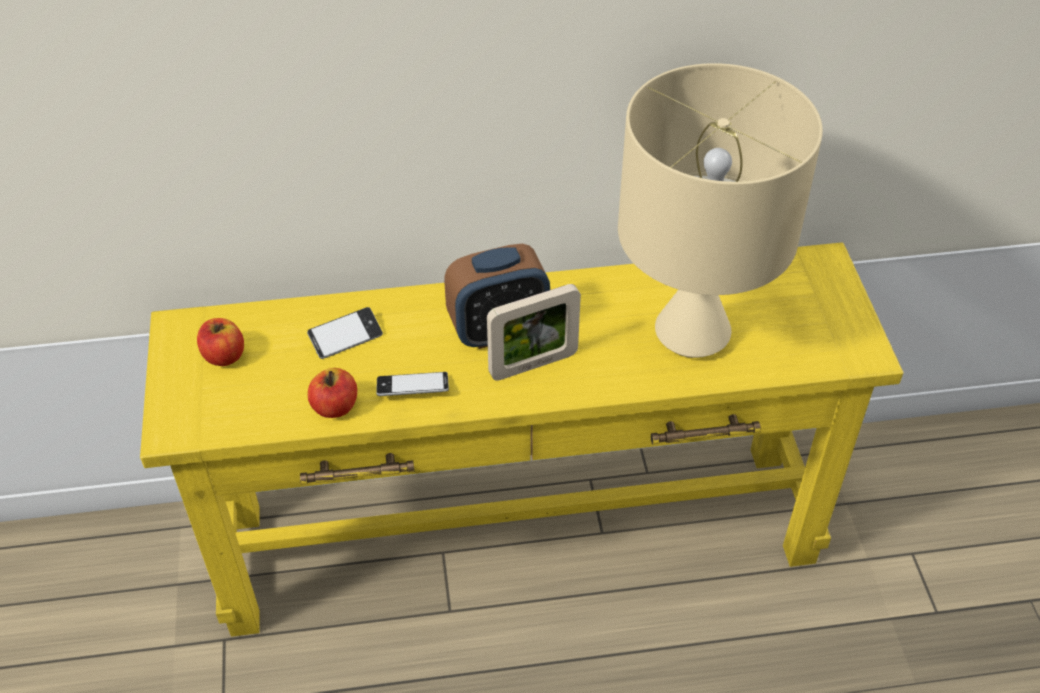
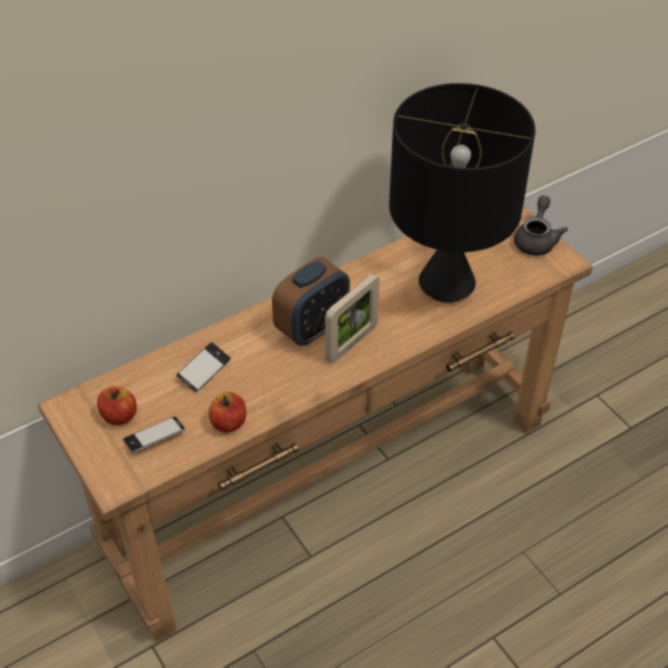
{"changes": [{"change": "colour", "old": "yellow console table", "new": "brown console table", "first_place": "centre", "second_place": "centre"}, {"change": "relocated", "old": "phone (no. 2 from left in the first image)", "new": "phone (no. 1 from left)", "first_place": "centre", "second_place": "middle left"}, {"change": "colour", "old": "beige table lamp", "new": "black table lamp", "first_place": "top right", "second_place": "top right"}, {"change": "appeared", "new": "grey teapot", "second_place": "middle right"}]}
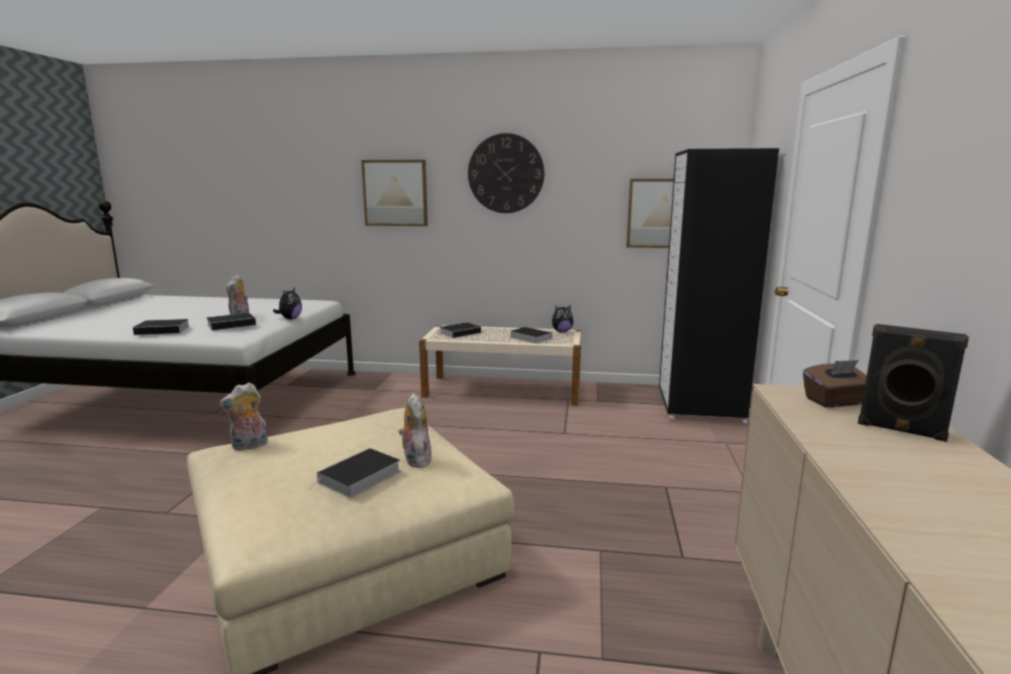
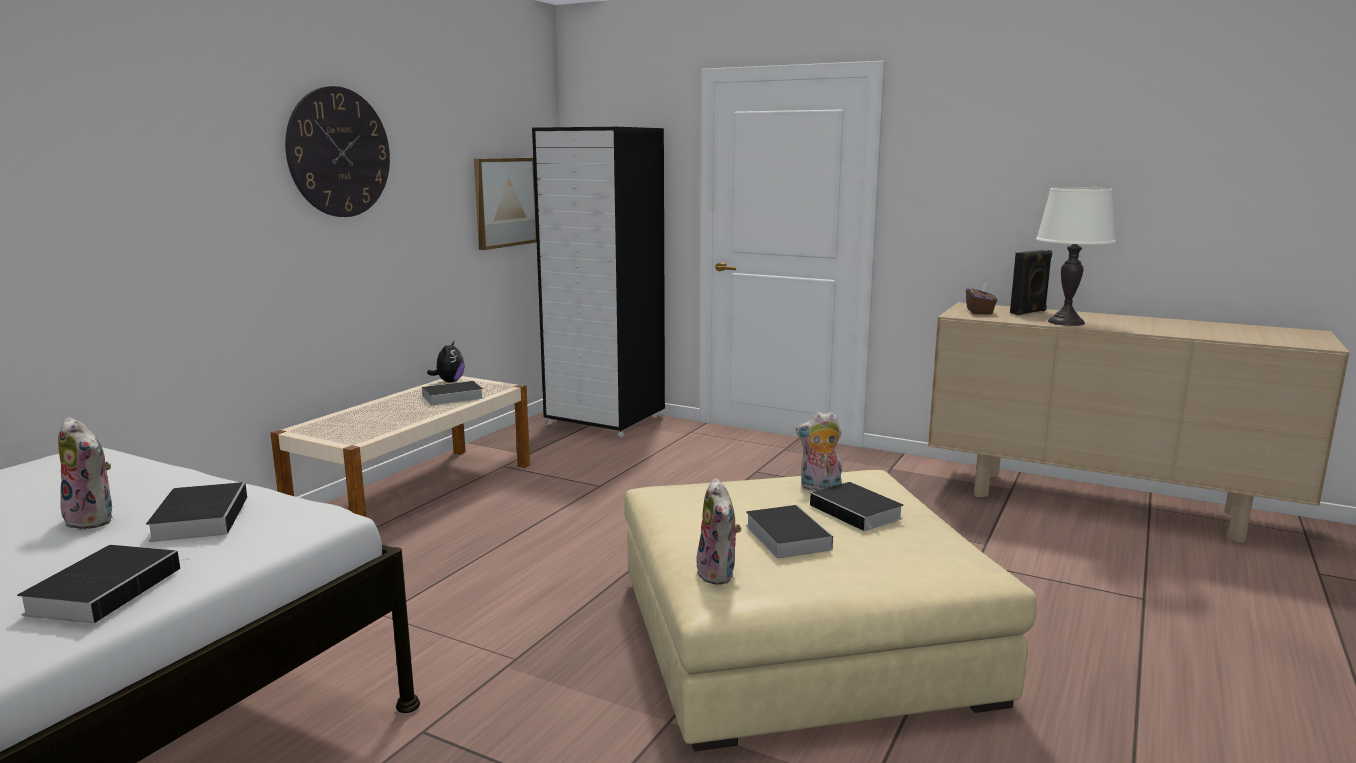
{"changes": [{"change": "missing", "old": "plush toy (no. 3 from left)", "first_place": "middle left"}, {"change": "missing", "old": "picture (no. 1 from left)", "first_place": "top centre"}, {"change": "relocated", "old": "book (no. 4 from left)", "first_place": "centre", "second_place": "bottom centre"}, {"change": "appeared", "new": "white table lamp", "second_place": "middle right"}]}
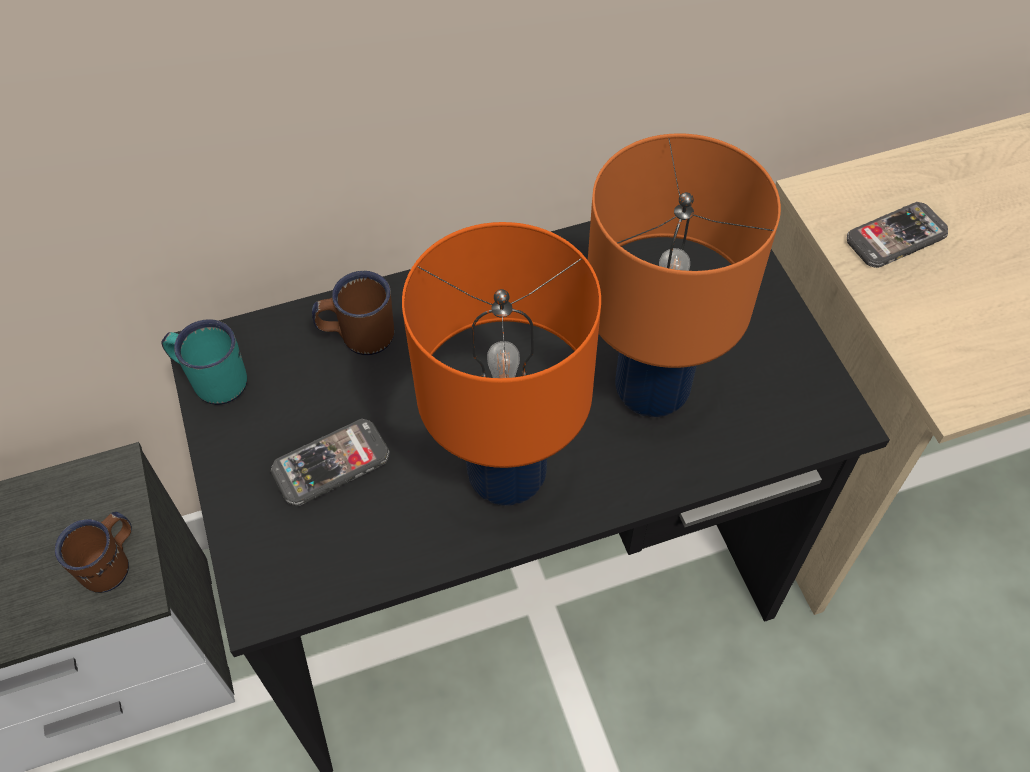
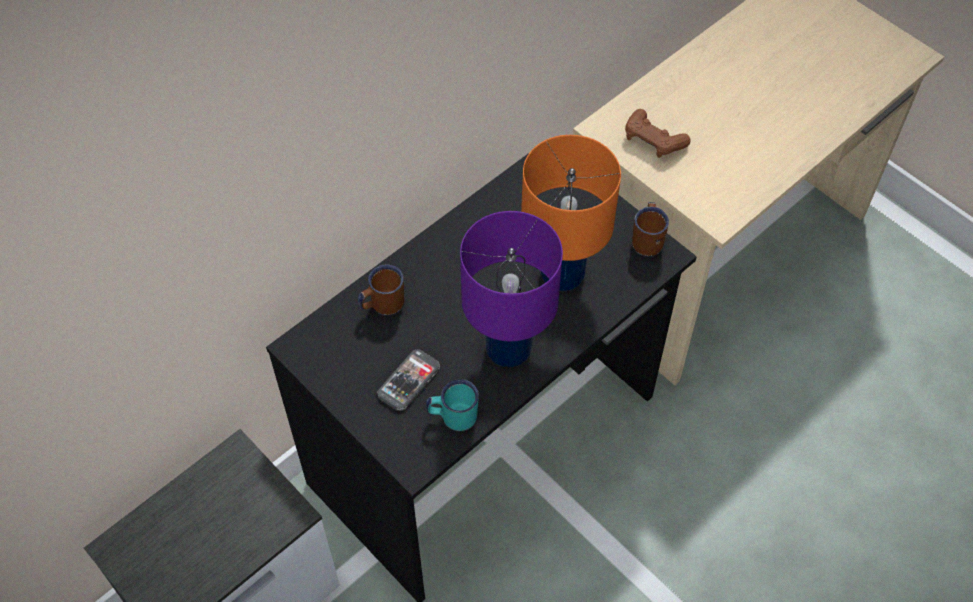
{"changes": [{"change": "relocated", "old": "brown mug (no. 1 from left in the first image)", "new": "brown mug (no. 2 from left)", "first_place": "bottom left", "second_place": "middle right"}, {"change": "relocated", "old": "turquoise mug", "first_place": "middle left", "second_place": "bottom centre"}, {"change": "colour", "old": "orange table lamp (no. 1 from left)", "new": "purple table lamp", "first_place": "centre", "second_place": "centre"}, {"change": "exchanged", "old": "phone (no. 2 from left)", "new": "brown game controller", "first_place": "top right", "second_place": "top right"}]}
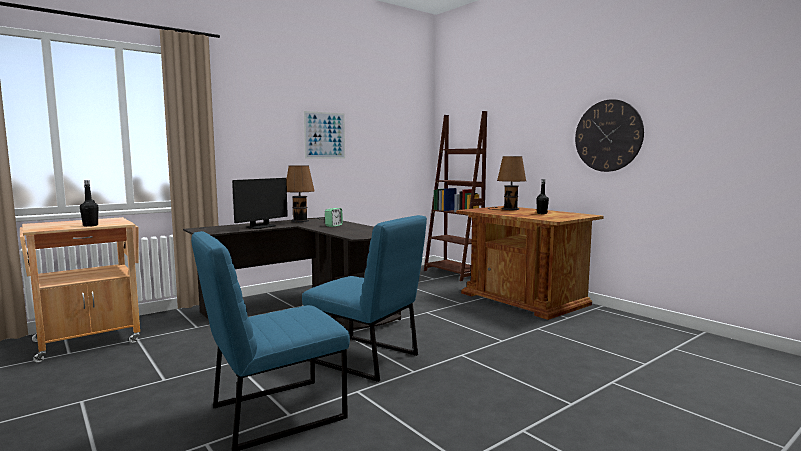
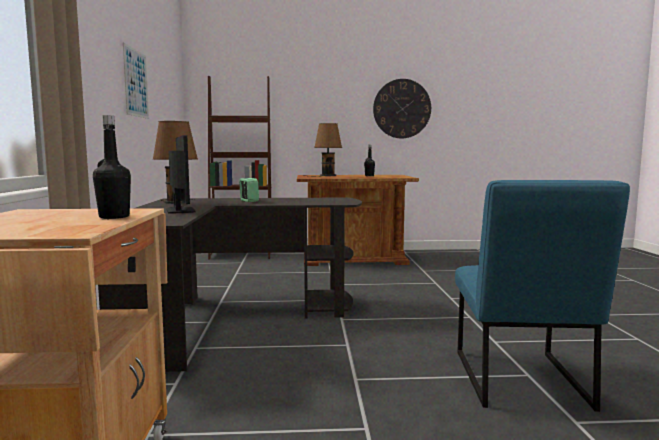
{"changes": [{"change": "missing", "old": "blue chair (no. 2 from left)", "first_place": "centre"}]}
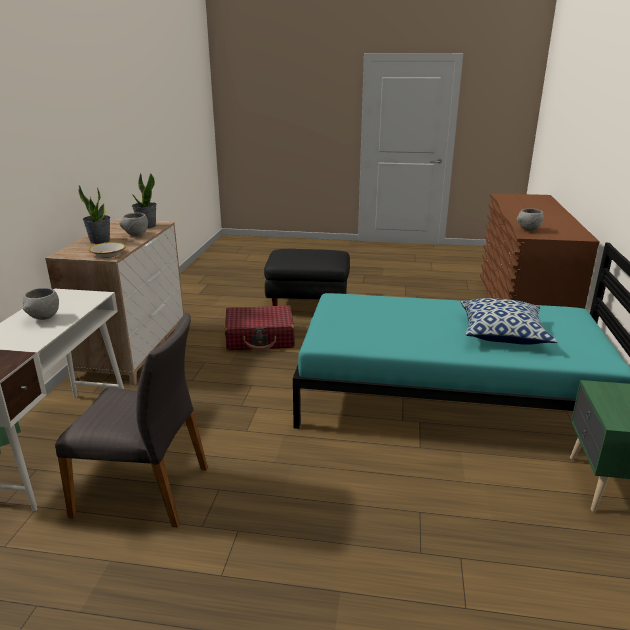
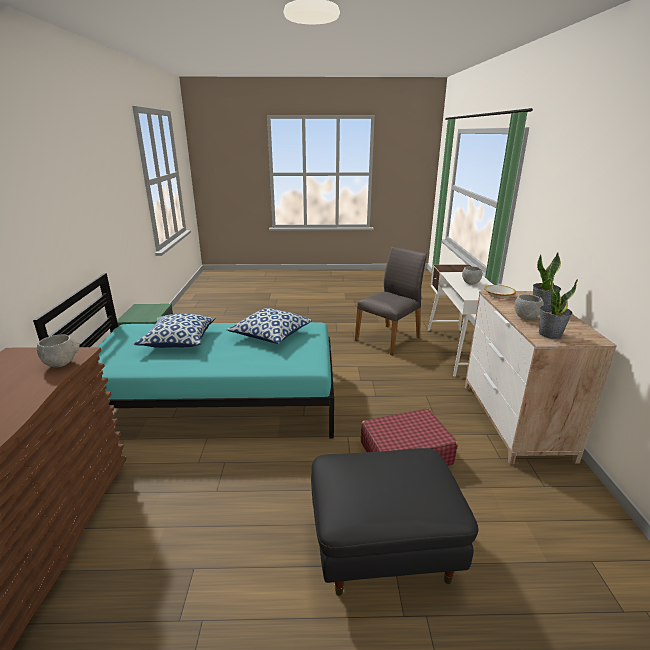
{"changes": [{"change": "spun", "old": "grey chair", "first_place": "bottom left", "second_place": "centre", "degrees": 135}, {"change": "appeared", "new": "pillow (no. 2 from left)", "second_place": "centre"}]}
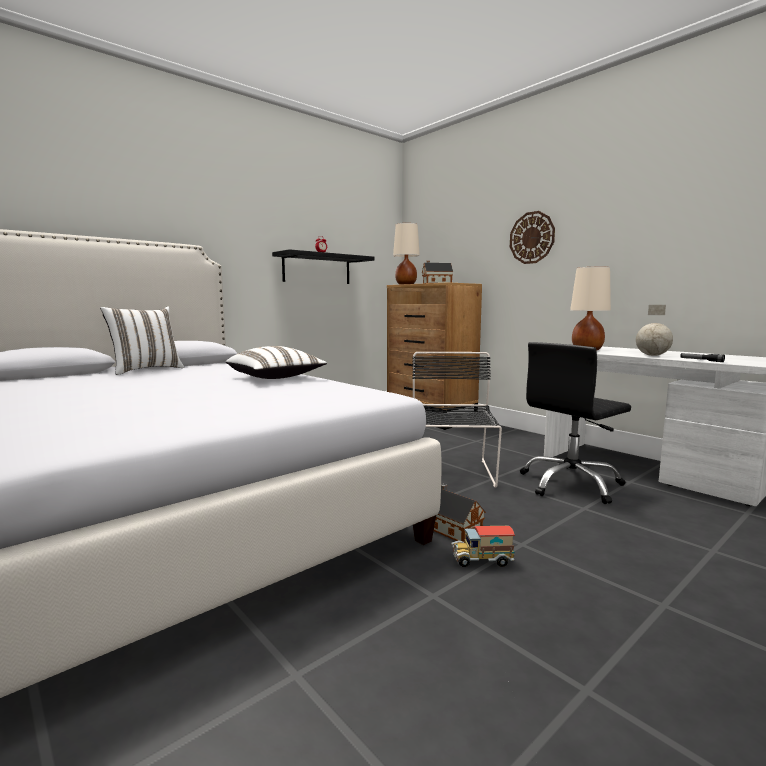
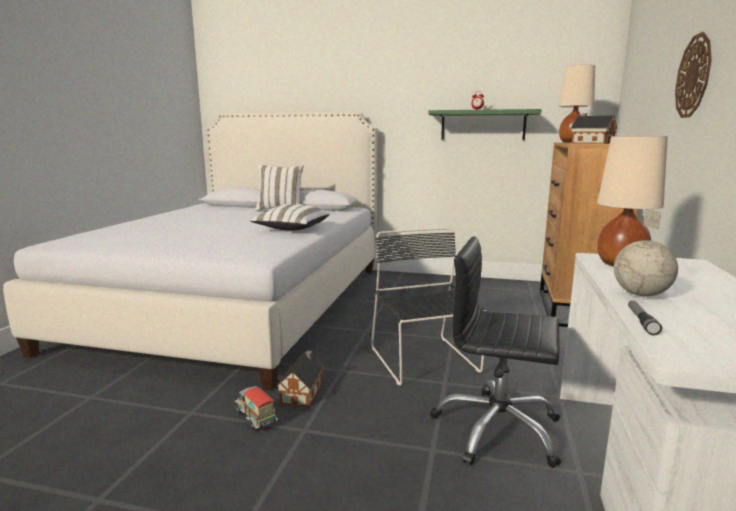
{"changes": [{"change": "colour", "old": "black shelf", "new": "green shelf", "first_place": "centre", "second_place": "top centre"}, {"change": "spun", "old": "black chair", "first_place": "centre", "second_place": "centre", "degrees": -75}]}
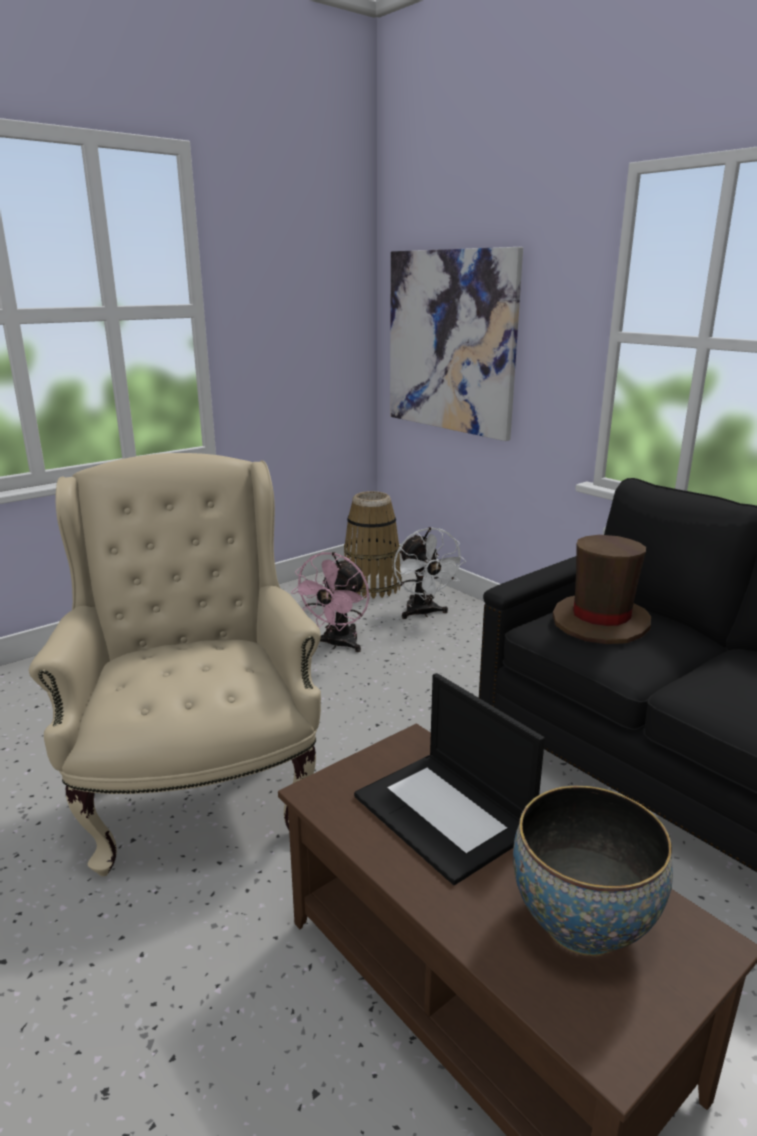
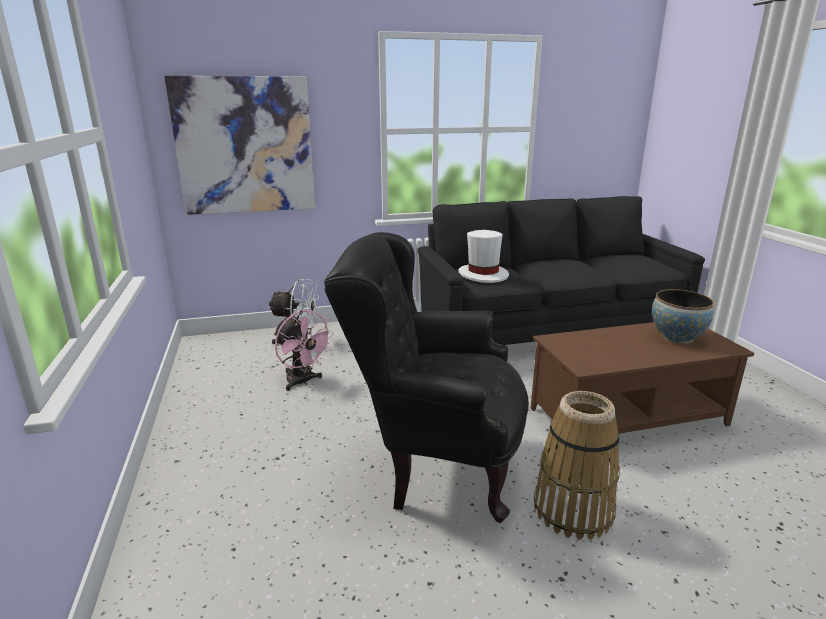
{"changes": [{"change": "colour", "old": "beige armchair", "new": "black armchair", "first_place": "middle left", "second_place": "centre"}, {"change": "relocated", "old": "basket", "first_place": "centre", "second_place": "bottom right"}, {"change": "missing", "old": "laptop", "first_place": "bottom centre"}, {"change": "colour", "old": "brown hat", "new": "white hat", "first_place": "middle right", "second_place": "centre"}]}
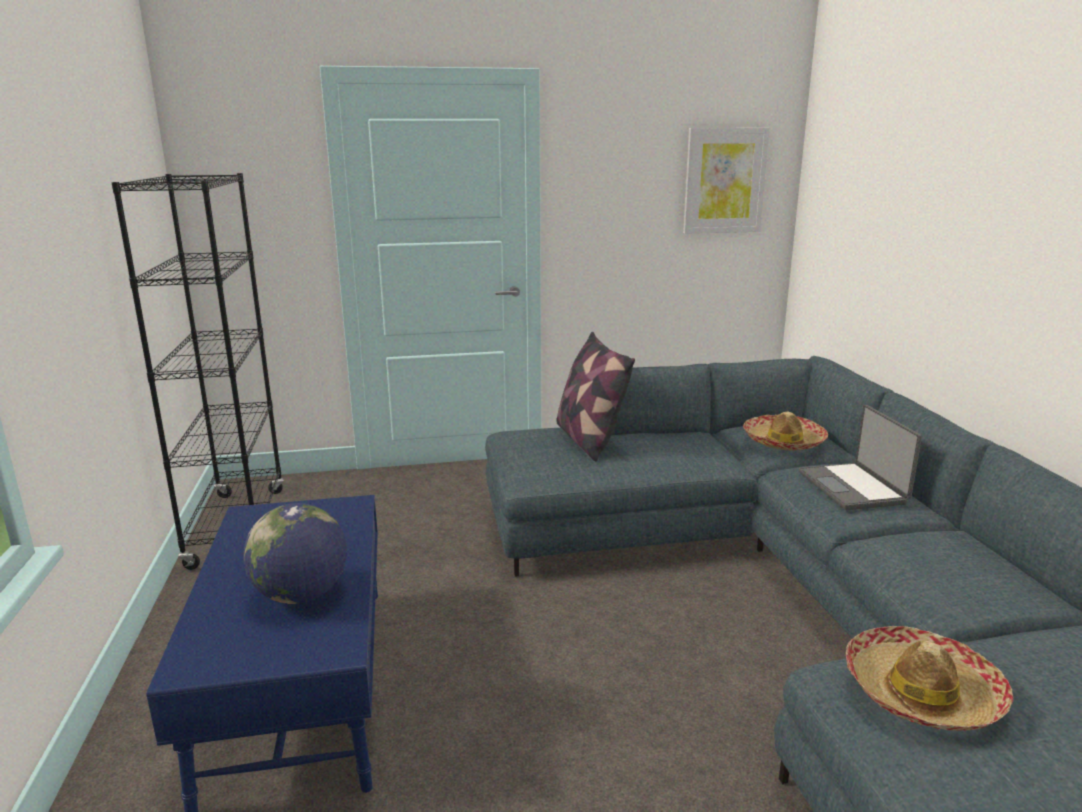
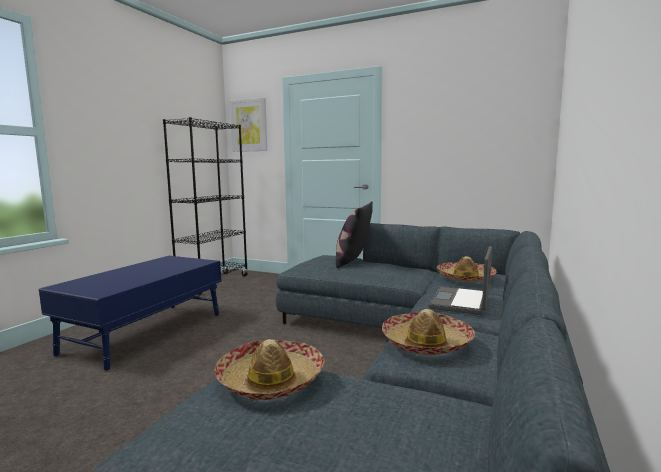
{"changes": [{"change": "missing", "old": "globe", "first_place": "bottom left"}, {"change": "relocated", "old": "picture", "first_place": "top right", "second_place": "top centre"}, {"change": "appeared", "new": "hat (no. 2 from left)", "second_place": "bottom centre"}]}
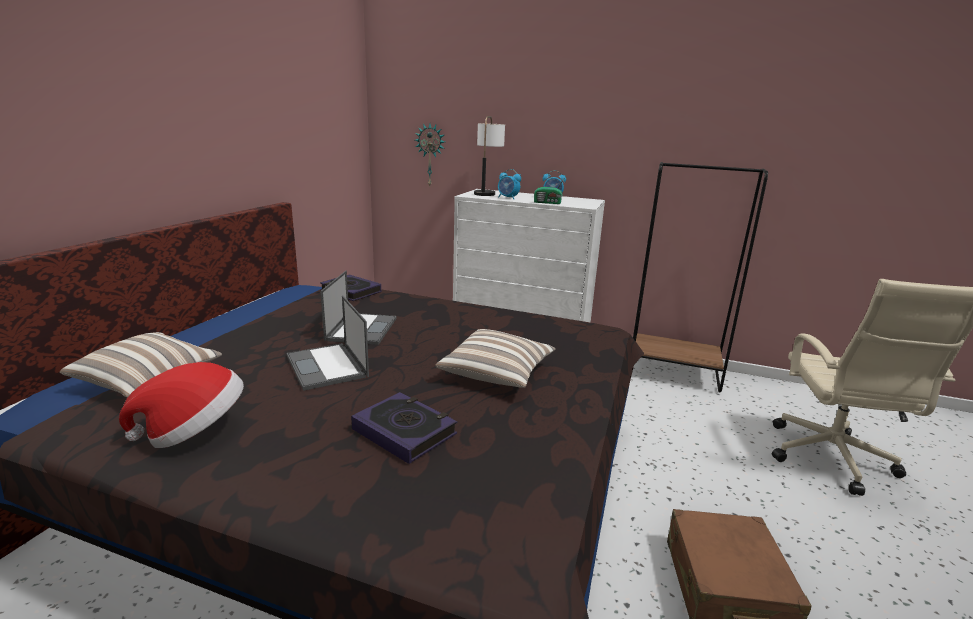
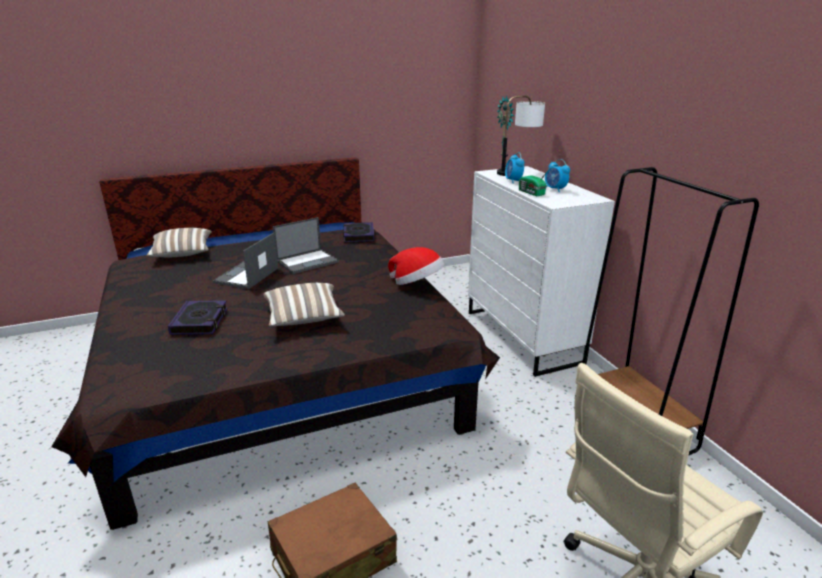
{"changes": [{"change": "relocated", "old": "hat", "first_place": "middle left", "second_place": "centre"}]}
